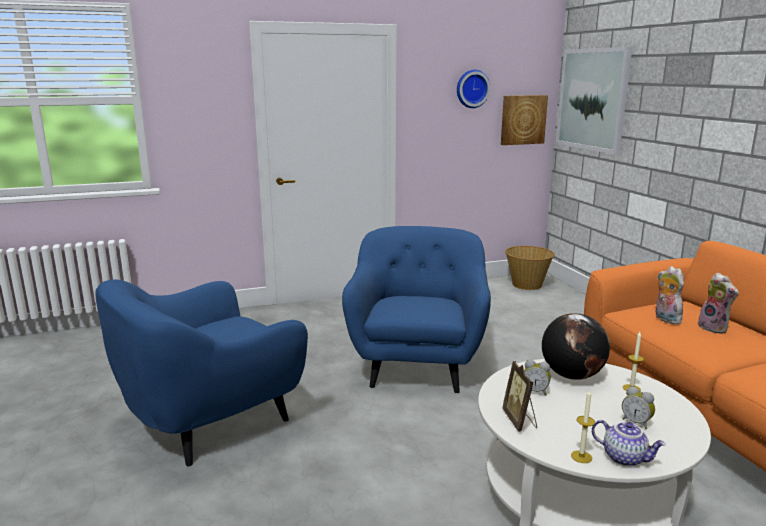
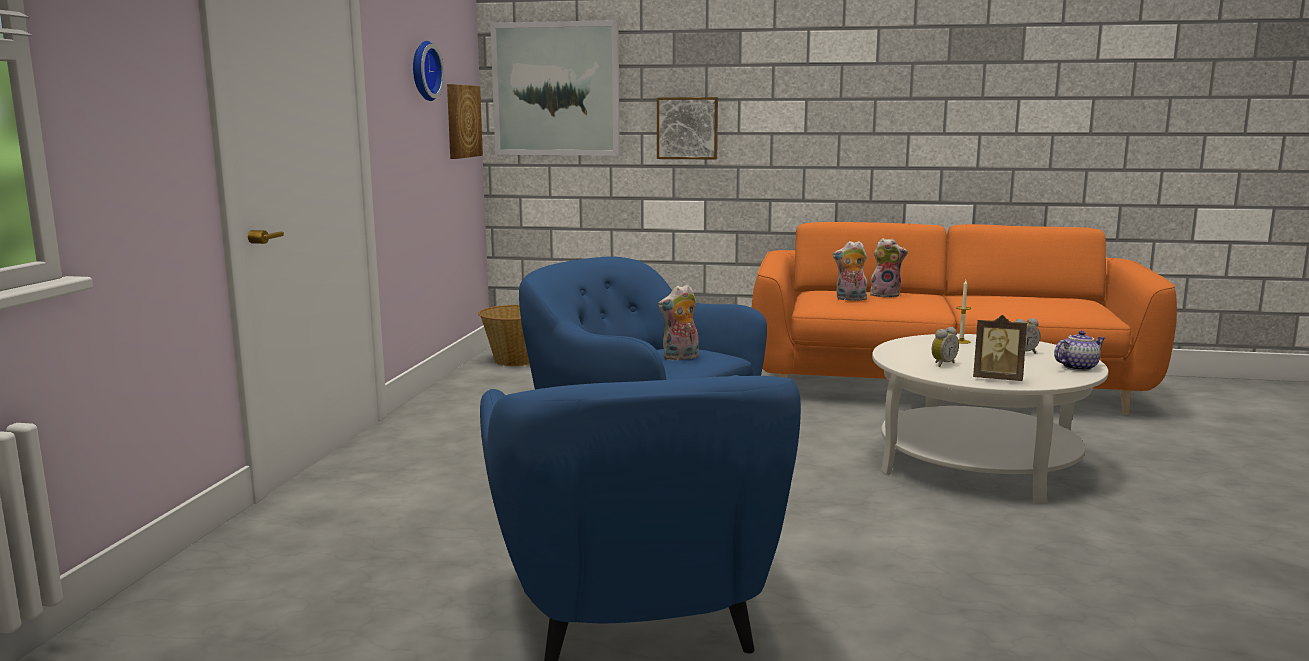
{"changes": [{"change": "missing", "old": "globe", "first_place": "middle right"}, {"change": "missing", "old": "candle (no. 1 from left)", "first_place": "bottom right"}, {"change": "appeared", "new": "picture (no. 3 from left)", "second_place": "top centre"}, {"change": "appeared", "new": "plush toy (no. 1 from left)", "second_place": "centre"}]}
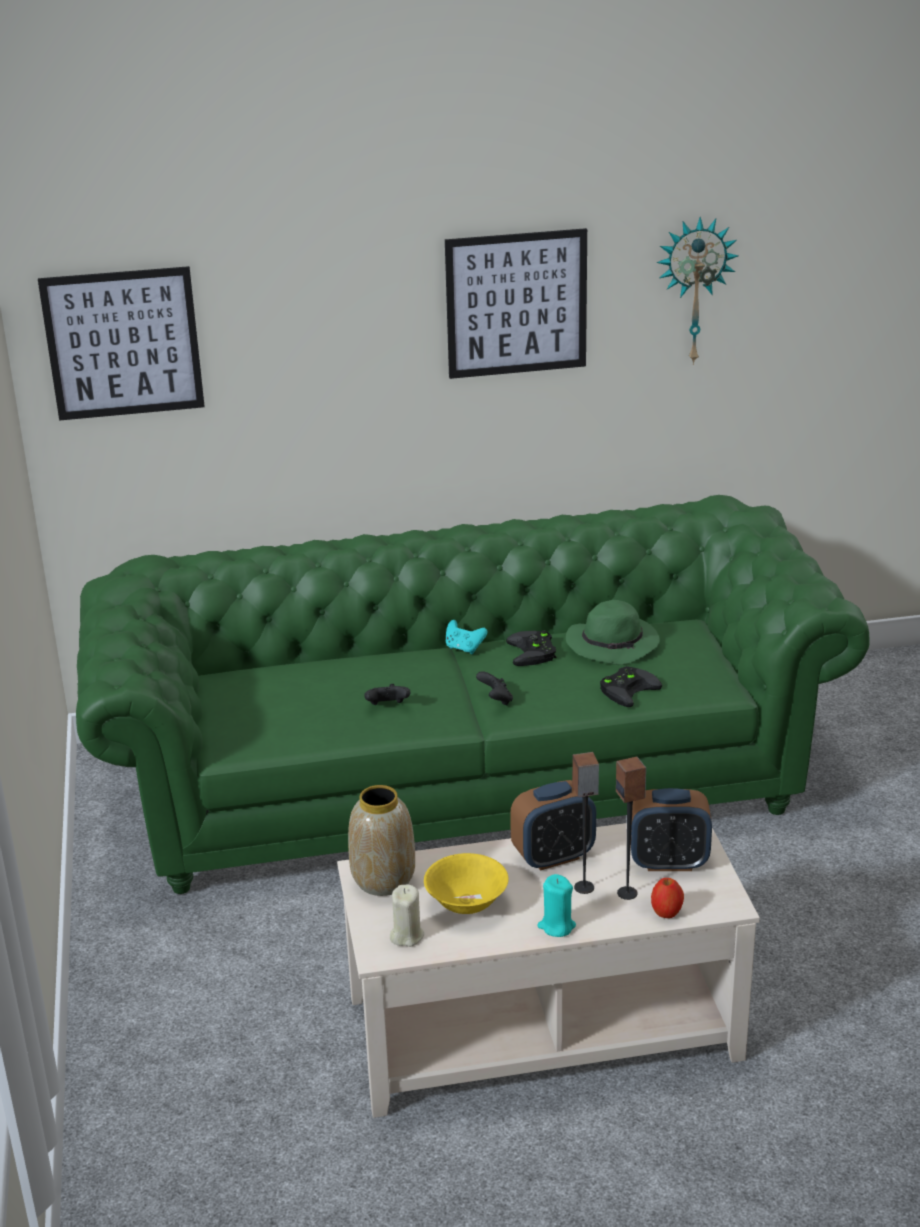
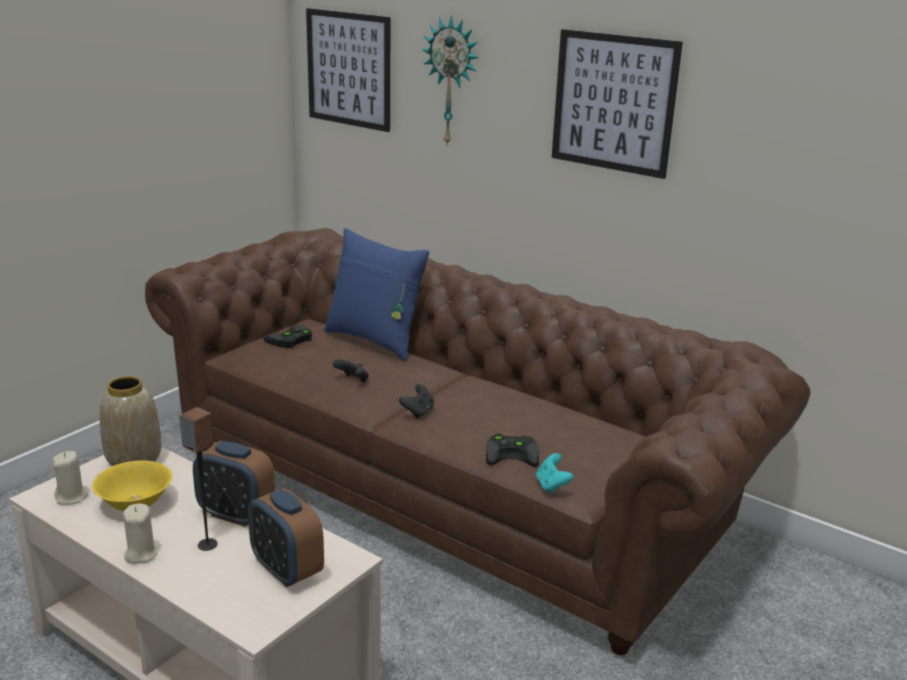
{"changes": [{"change": "colour", "old": "green sofa", "new": "brown sofa", "first_place": "centre", "second_place": "centre"}, {"change": "relocated", "old": "turquoise game controller", "first_place": "centre", "second_place": "bottom centre"}, {"change": "relocated", "old": "black game controller (no. 3 from left in the first image)", "new": "black game controller (no. 1 from left)", "first_place": "centre", "second_place": "middle left"}, {"change": "colour", "old": "turquoise candle", "new": "beige candle (no. 2 from left)", "first_place": "bottom centre", "second_place": "bottom left"}, {"change": "missing", "old": "green hat", "first_place": "centre"}, {"change": "missing", "old": "speaker (no. 2 from left)", "first_place": "bottom right"}, {"change": "missing", "old": "apple", "first_place": "bottom right"}, {"change": "relocated", "old": "wall clock", "first_place": "top right", "second_place": "top centre"}, {"change": "appeared", "new": "blue pillow", "second_place": "centre"}]}
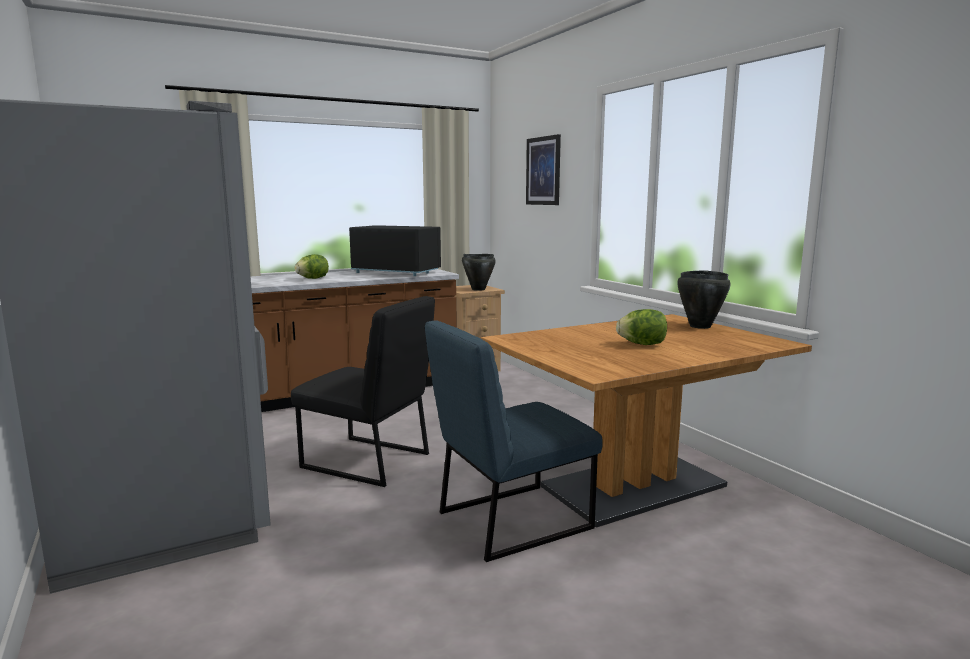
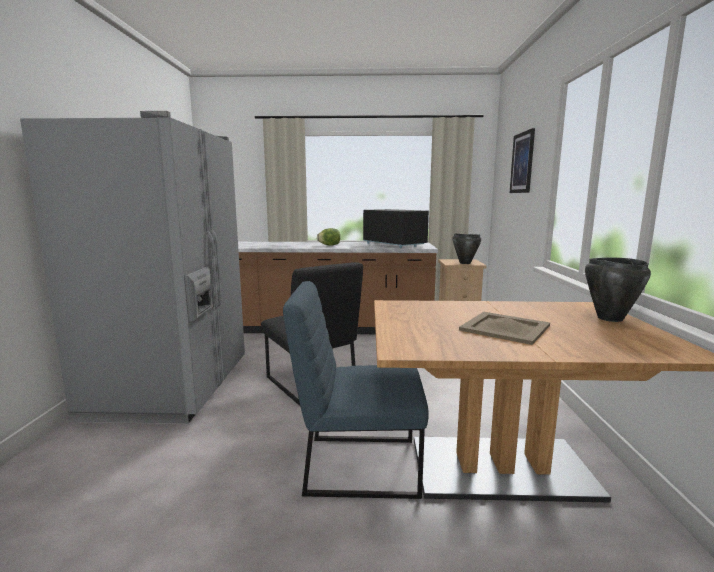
{"changes": [{"change": "exchanged", "old": "lettuce (no. 2 from left)", "new": "beige tray", "first_place": "centre", "second_place": "middle right"}]}
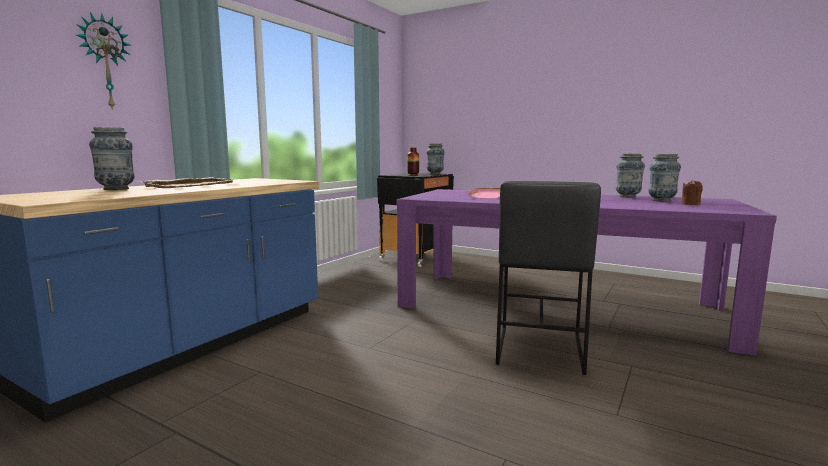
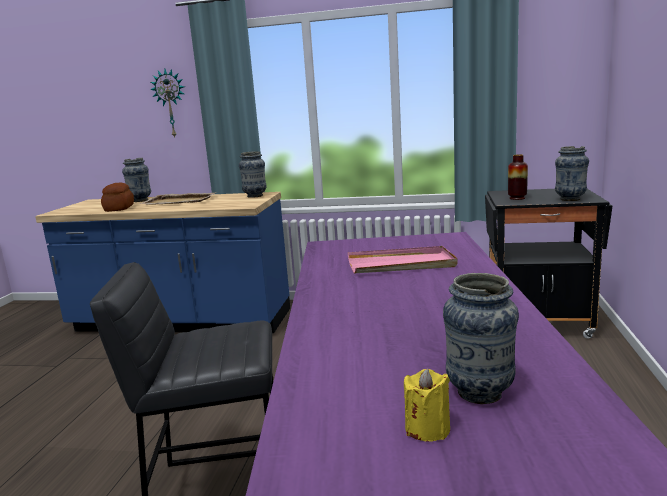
{"changes": [{"change": "relocated", "old": "vase (no. 4 from left in the first image)", "new": "vase (no. 2 from left)", "first_place": "middle right", "second_place": "centre"}, {"change": "colour", "old": "brown candle", "new": "yellow candle", "first_place": "middle right", "second_place": "bottom centre"}, {"change": "appeared", "new": "bread", "second_place": "middle left"}]}
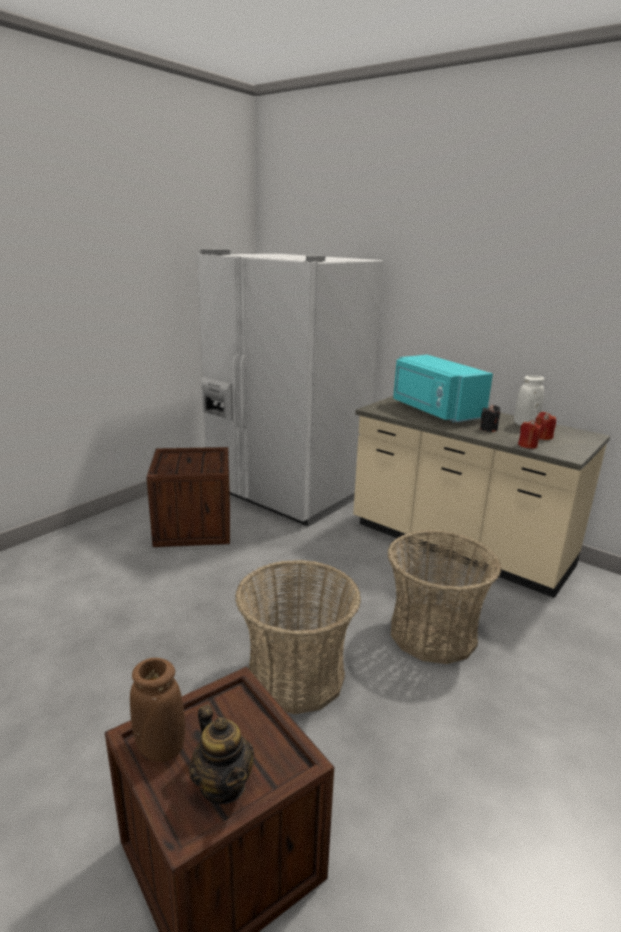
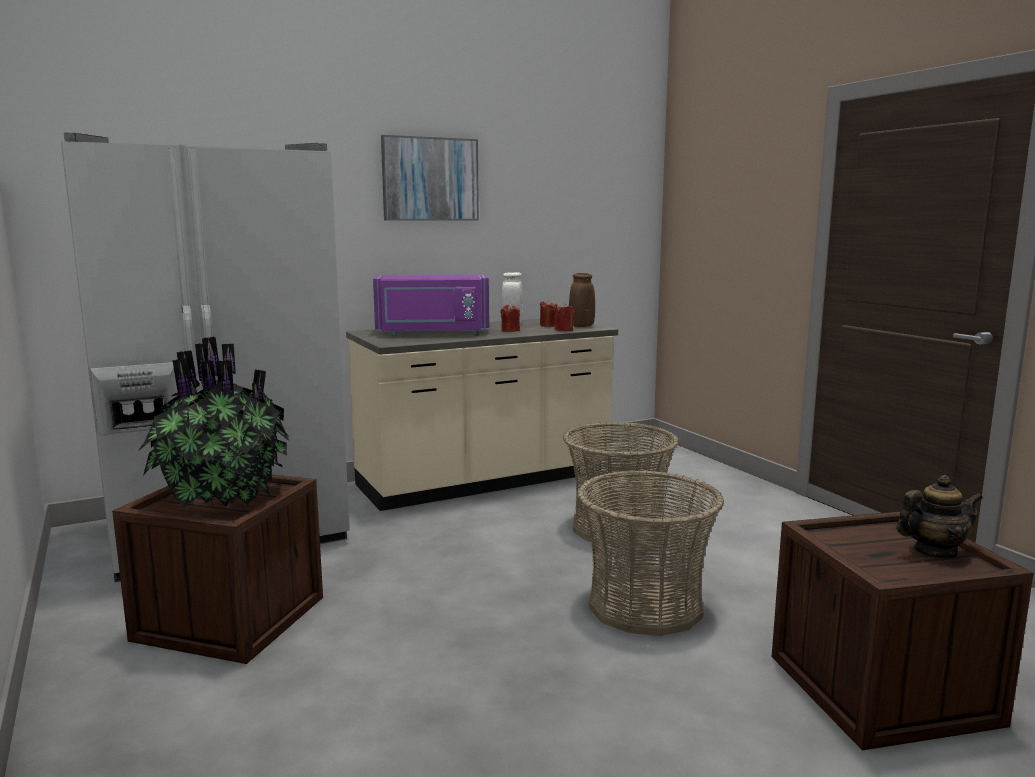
{"changes": [{"change": "relocated", "old": "brown vase", "first_place": "bottom left", "second_place": "centre"}, {"change": "colour", "old": "turquoise microwave", "new": "purple microwave", "first_place": "middle right", "second_place": "centre"}, {"change": "colour", "old": "black candle", "new": "red candle (no. 1 from left)", "first_place": "middle right", "second_place": "centre"}, {"change": "appeared", "new": "potted plant", "second_place": "middle left"}, {"change": "appeared", "new": "picture", "second_place": "top centre"}]}
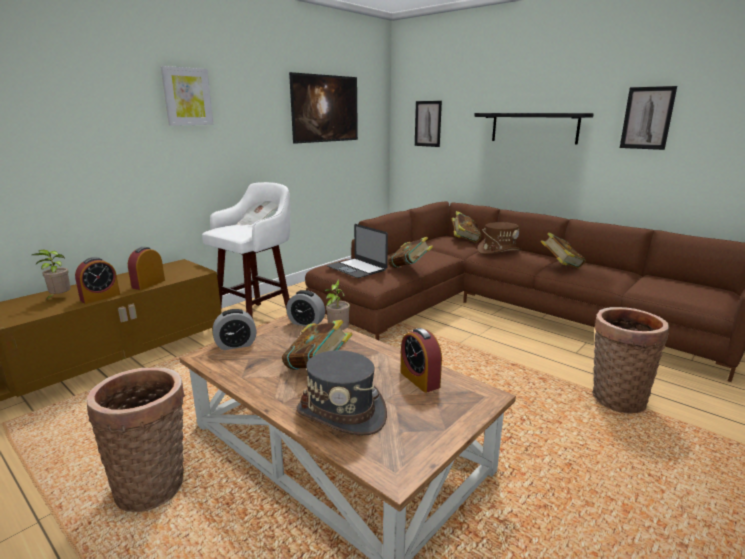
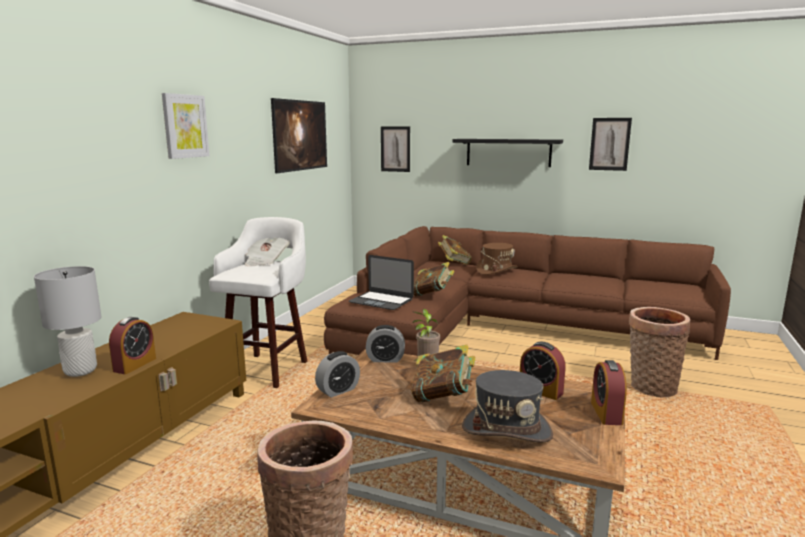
{"changes": [{"change": "exchanged", "old": "potted plant (no. 1 from left)", "new": "grey table lamp", "first_place": "middle left", "second_place": "middle left"}, {"change": "relocated", "old": "alarm clock (no. 2 from left in the first image)", "new": "alarm clock (no. 5 from left)", "first_place": "middle left", "second_place": "bottom right"}, {"change": "missing", "old": "book (no. 4 from left)", "first_place": "middle right"}]}
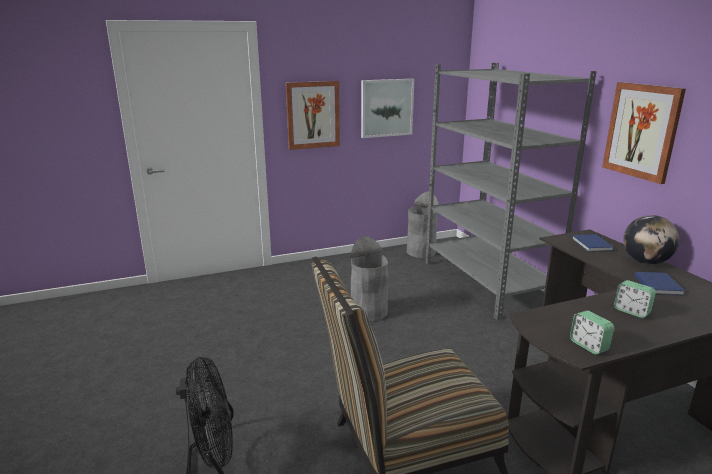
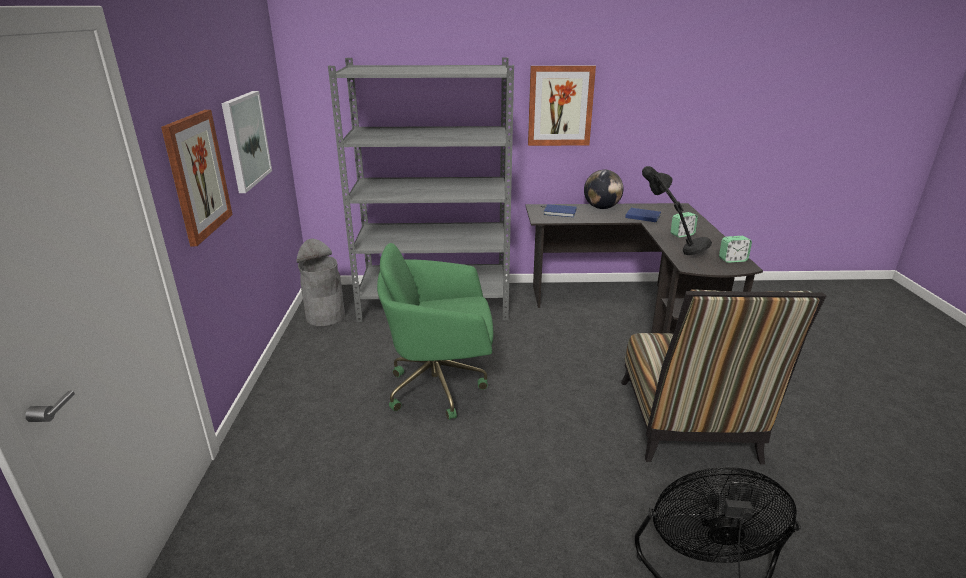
{"changes": [{"change": "exchanged", "old": "grey trash can (no. 1 from left)", "new": "green office chair", "first_place": "centre", "second_place": "centre"}, {"change": "appeared", "new": "black table lamp", "second_place": "middle right"}]}
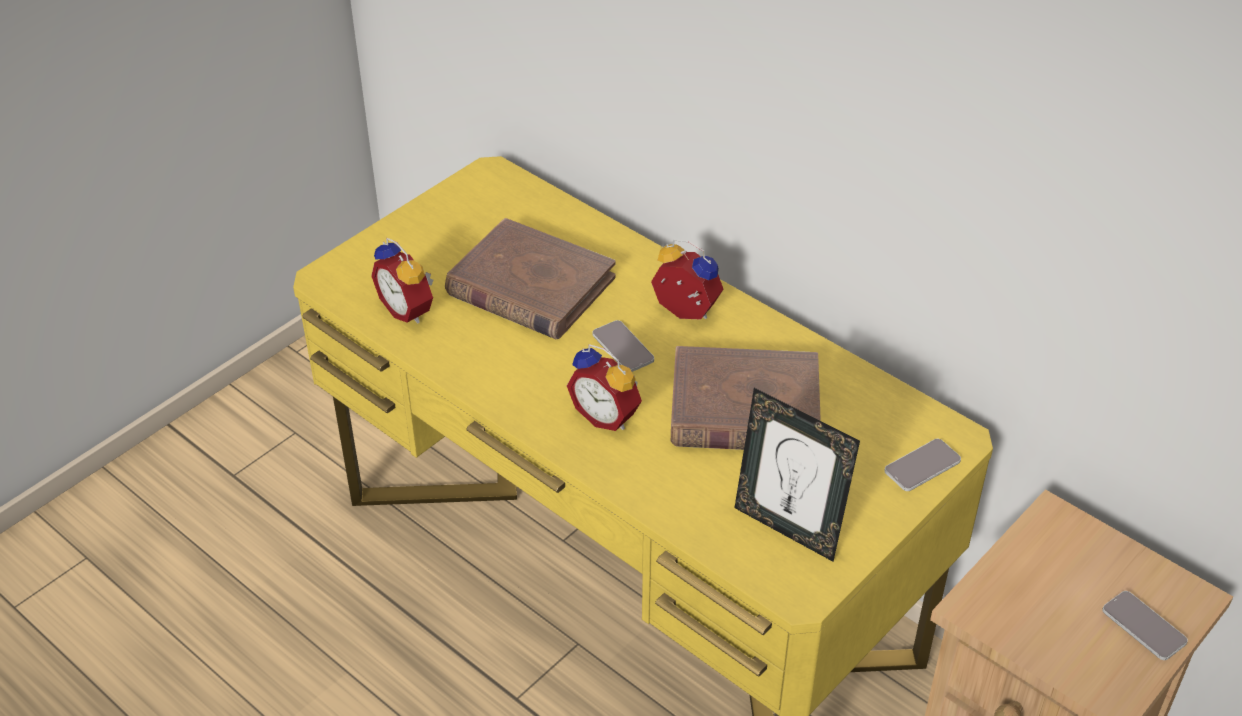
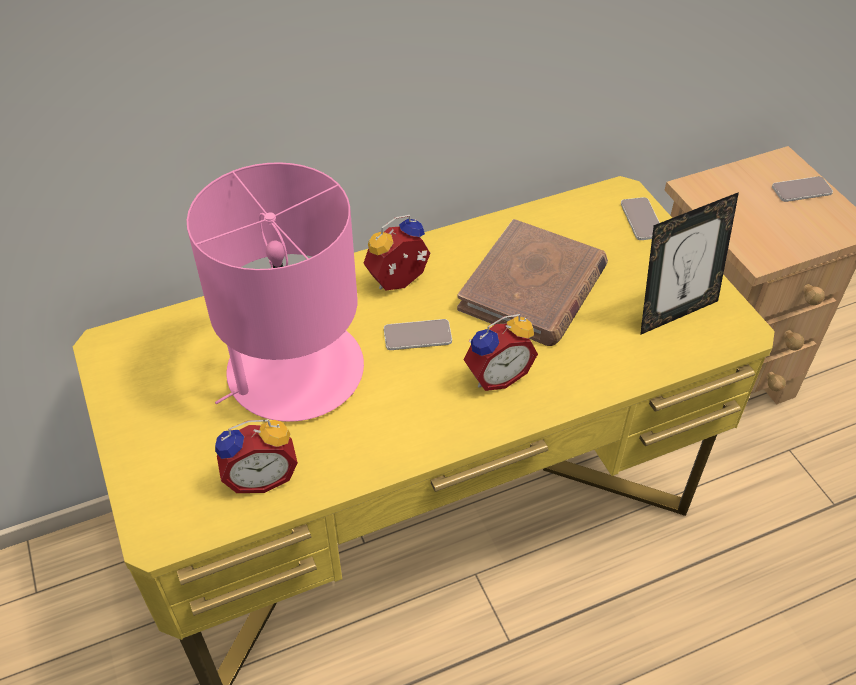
{"changes": [{"change": "exchanged", "old": "brown book (no. 1 from left)", "new": "pink table lamp", "first_place": "centre", "second_place": "middle left"}]}
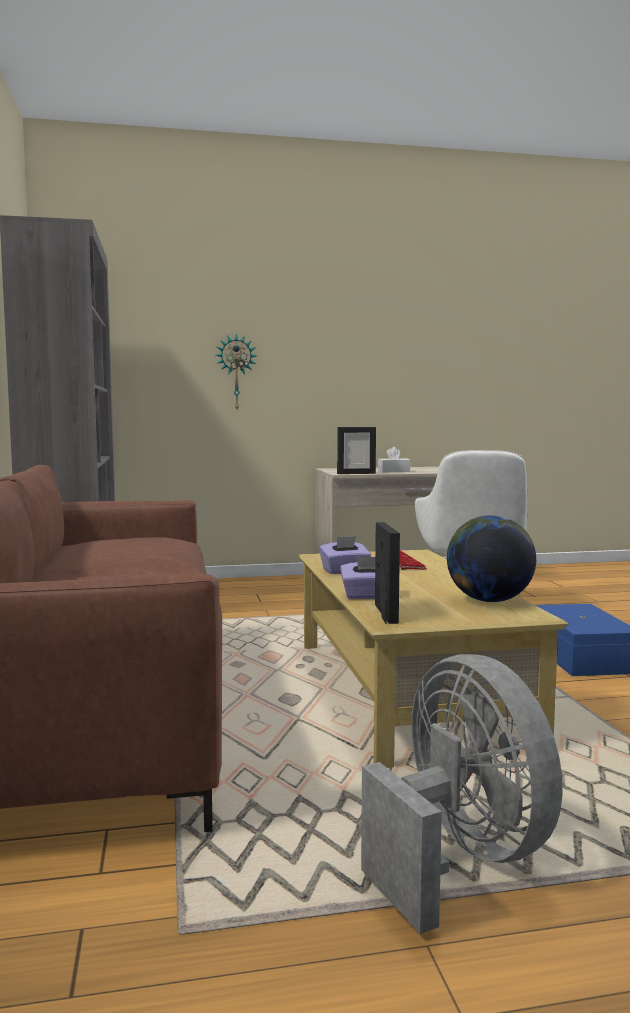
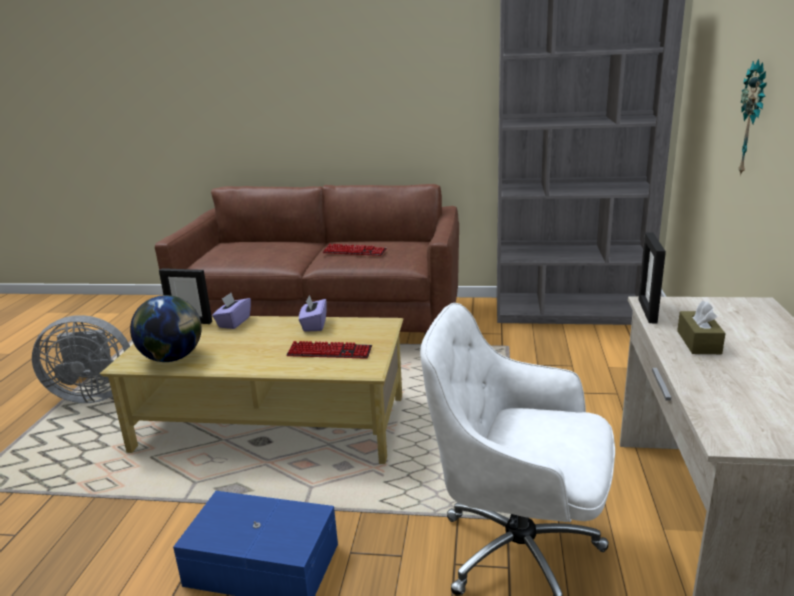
{"changes": [{"change": "colour", "old": "white tissue box", "new": "brown tissue box", "first_place": "centre", "second_place": "middle right"}, {"change": "appeared", "new": "keyboard (no. 2 from left)", "second_place": "centre"}]}
